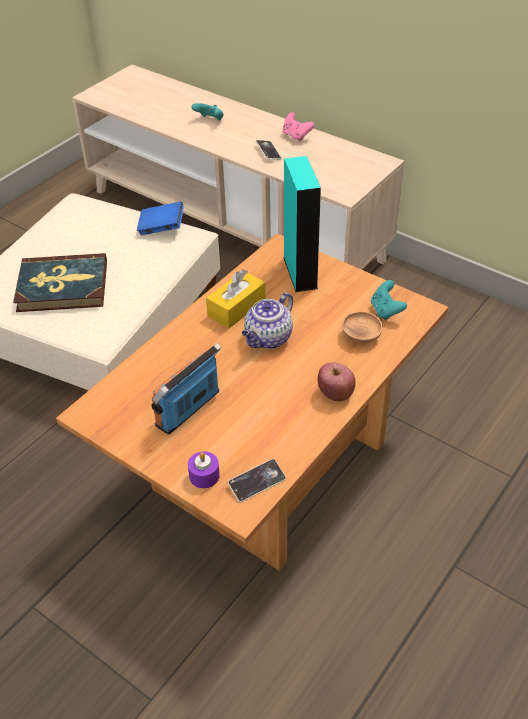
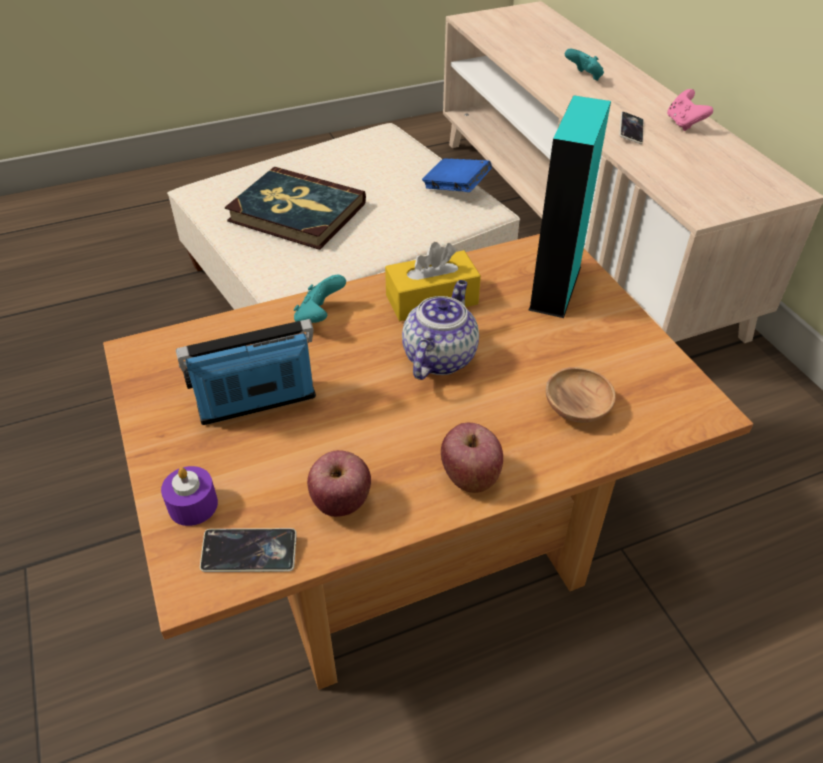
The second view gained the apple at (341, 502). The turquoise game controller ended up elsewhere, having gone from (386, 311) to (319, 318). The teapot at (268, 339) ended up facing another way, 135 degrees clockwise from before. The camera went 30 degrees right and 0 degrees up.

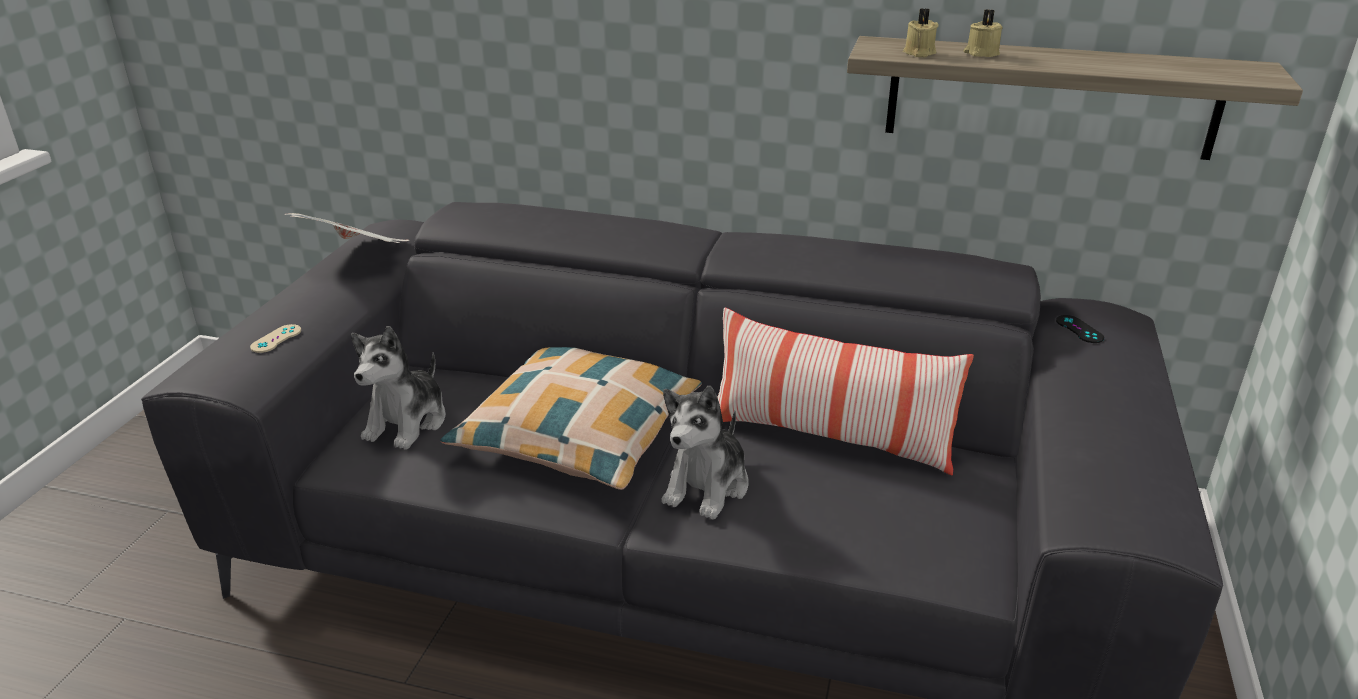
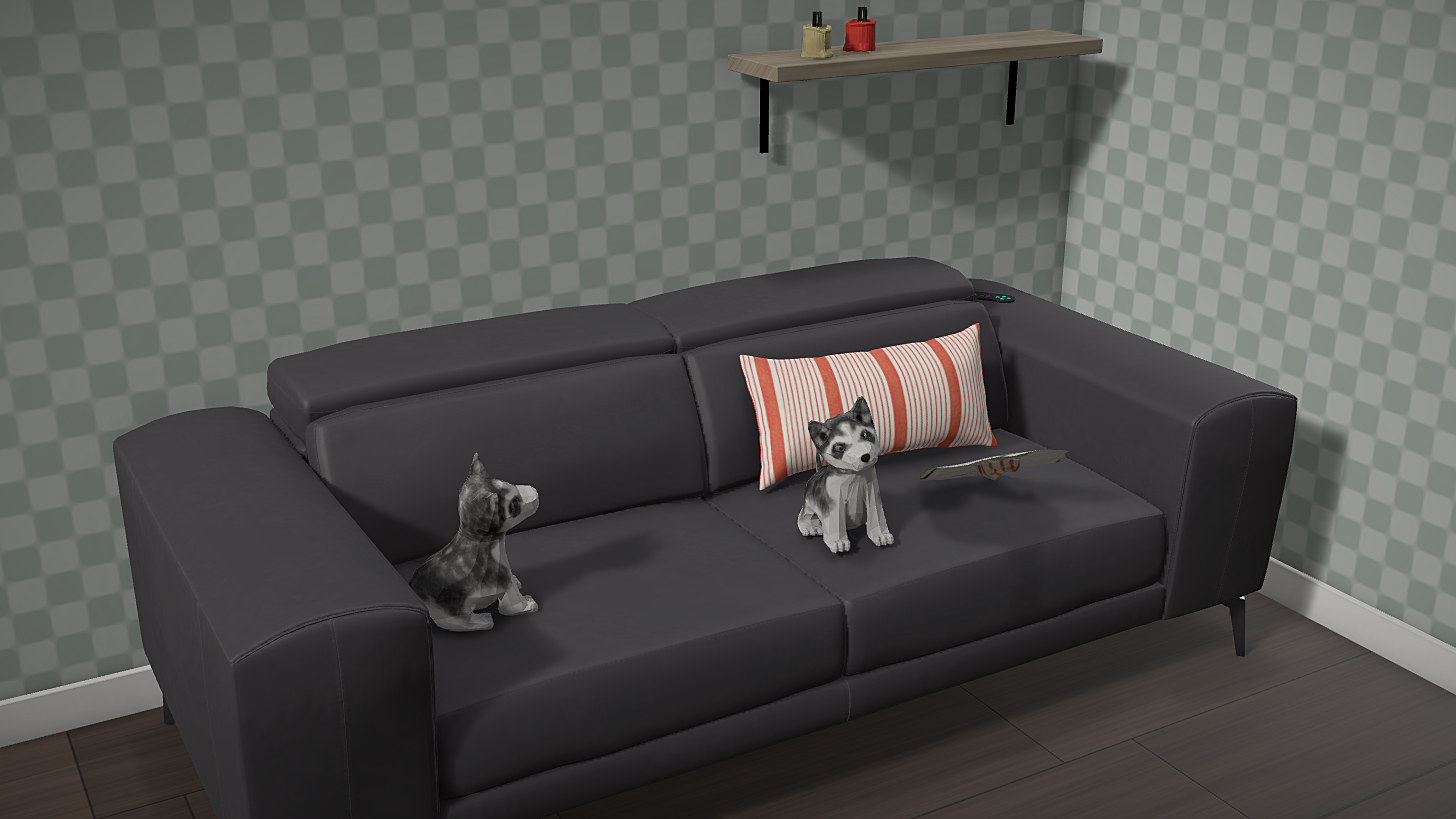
The second view lost the beige game controller at (276, 339). The second view lost the pillow at (578, 433). The newspaper ended up elsewhere, having gone from (355, 256) to (988, 503). What was the beige candle at (981, 53) turned into the red candle at (859, 50). The plush toy at (407, 422) ended up facing another way, 90 degrees counterclockwise from before. The camera went 45 degrees left and 10 degrees down.

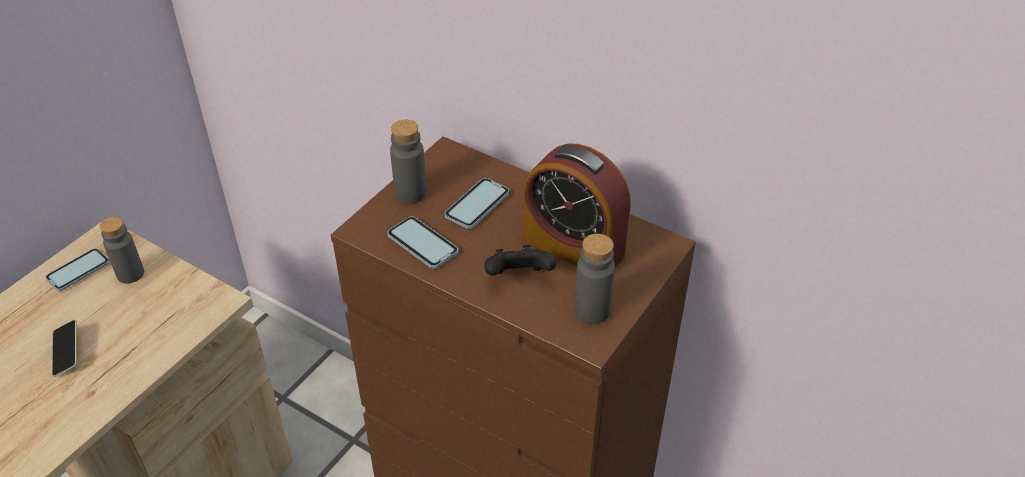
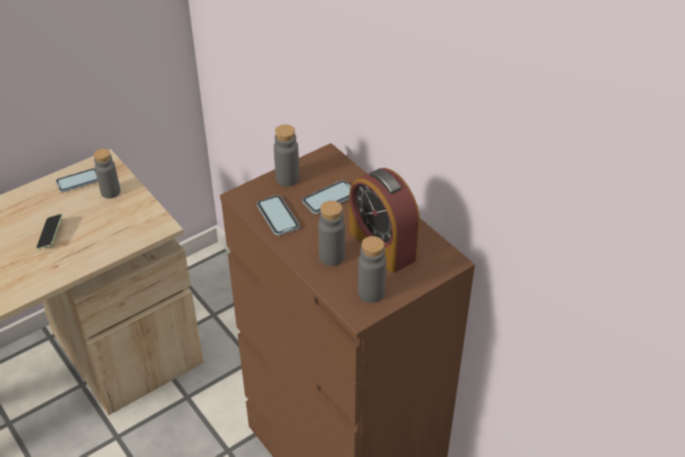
Where the black game controller stood at (518, 277), the grey bottle came to stand at (332, 256). The camera went 20 degrees right and 0 degrees up.

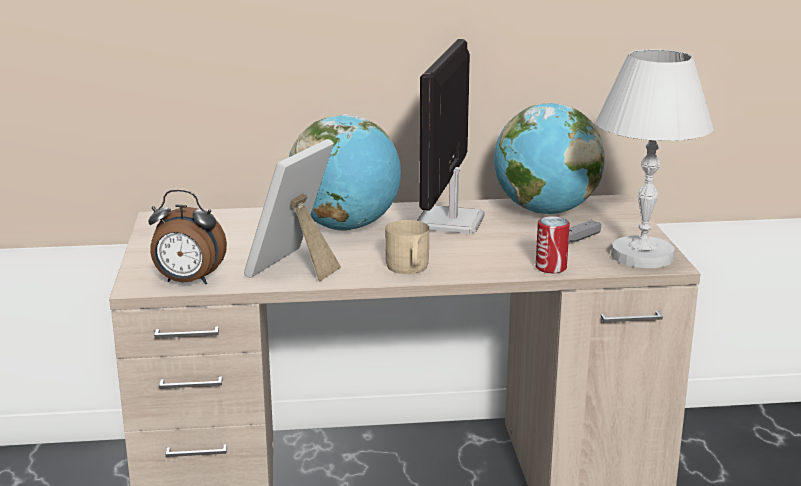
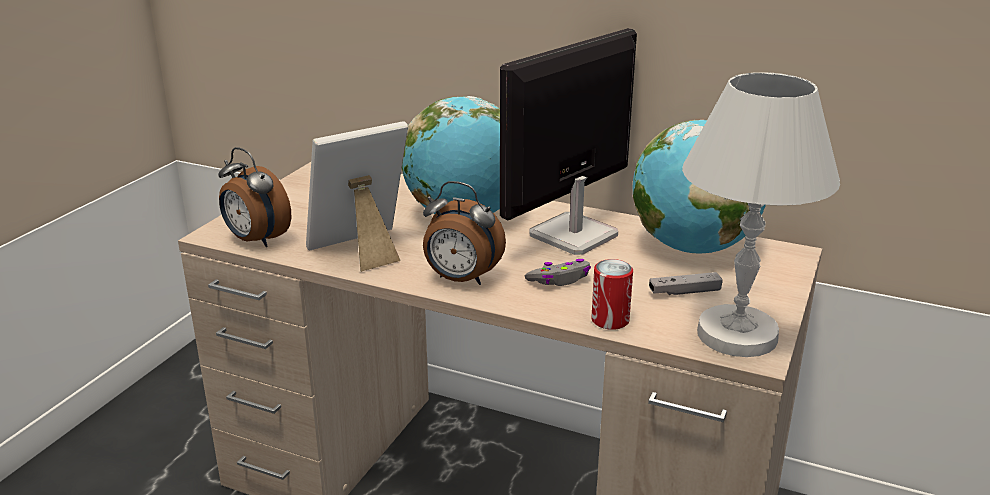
The second view gained the grey game controller at (560, 279). Where the beige mug stood at (408, 268), the alarm clock came to stand at (461, 279). The camera went 30 degrees right and 5 degrees up.

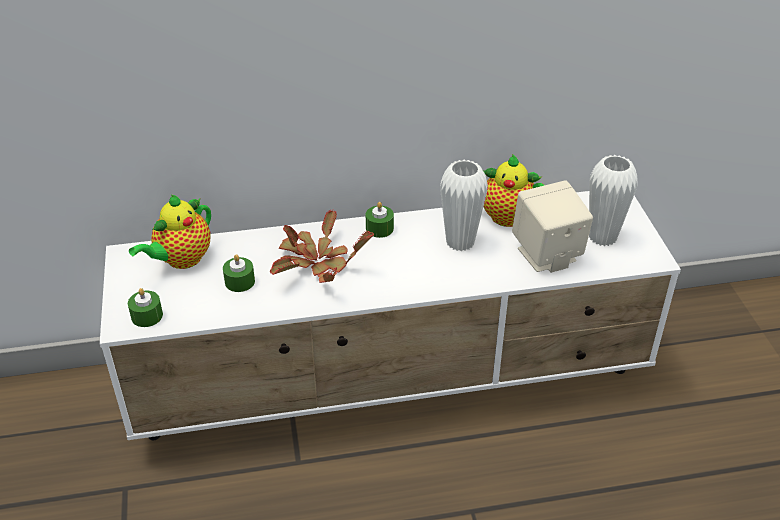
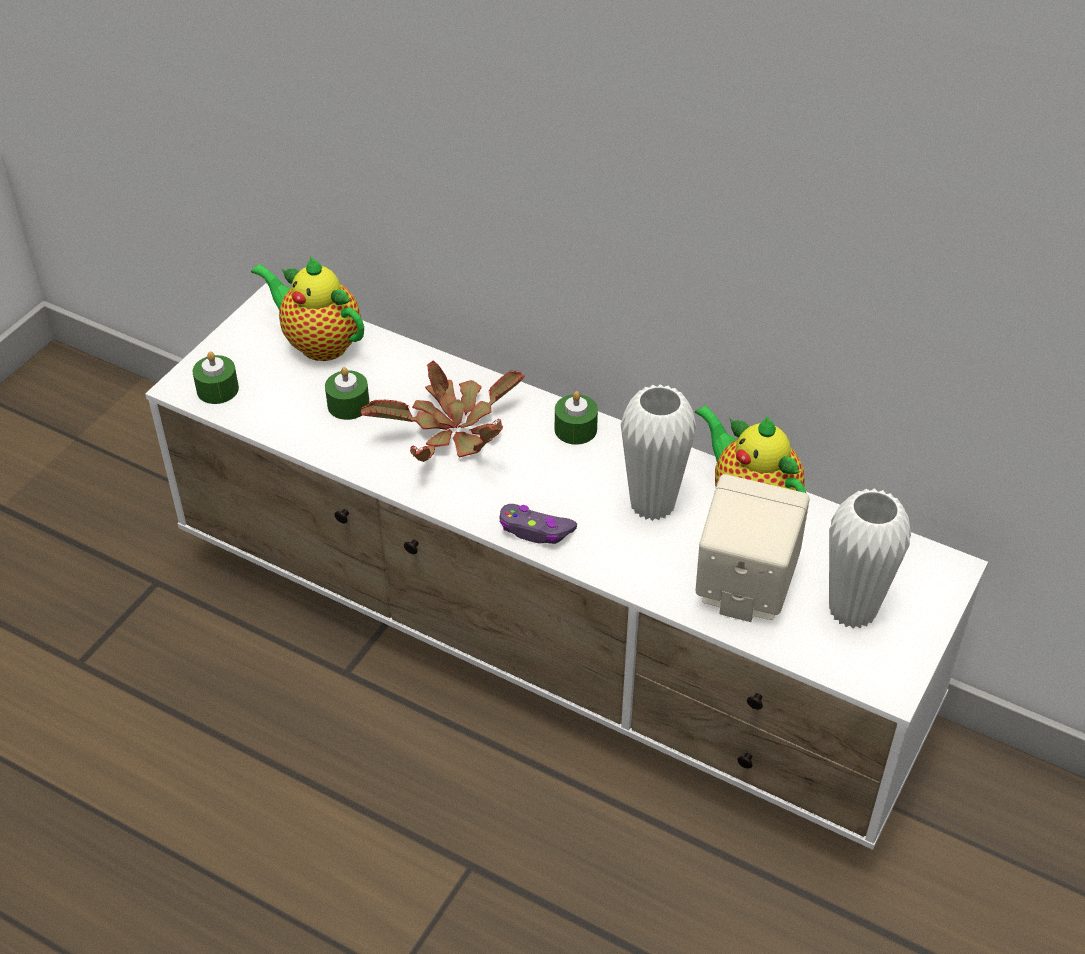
The second view gained the purple game controller at (535, 530). The teapot at (181, 260) ended up facing another way, 45 degrees clockwise from before. The camera went 40 degrees right and 5 degrees up.

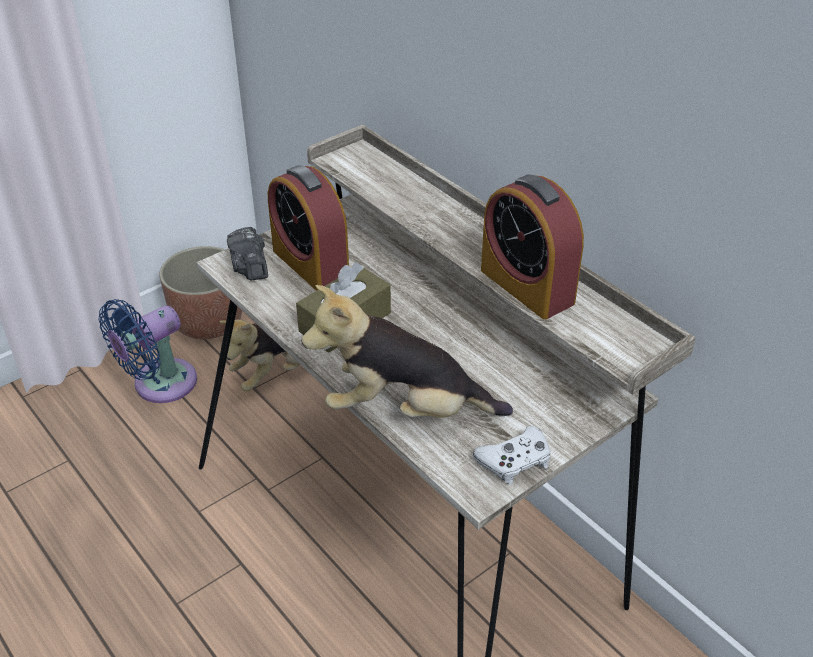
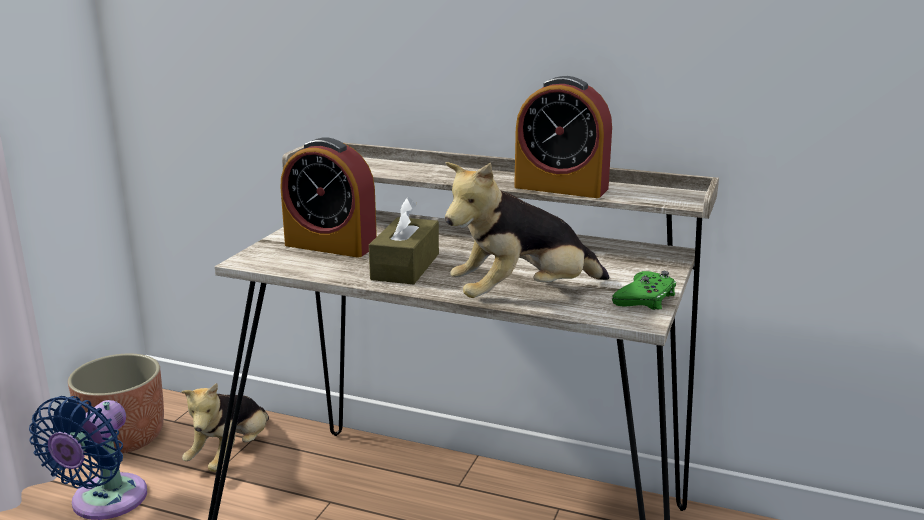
The second view lost the photo camera at (250, 267). What was the white game controller at (515, 461) turned into the green game controller at (645, 299). The camera went 30 degrees left and 20 degrees down.

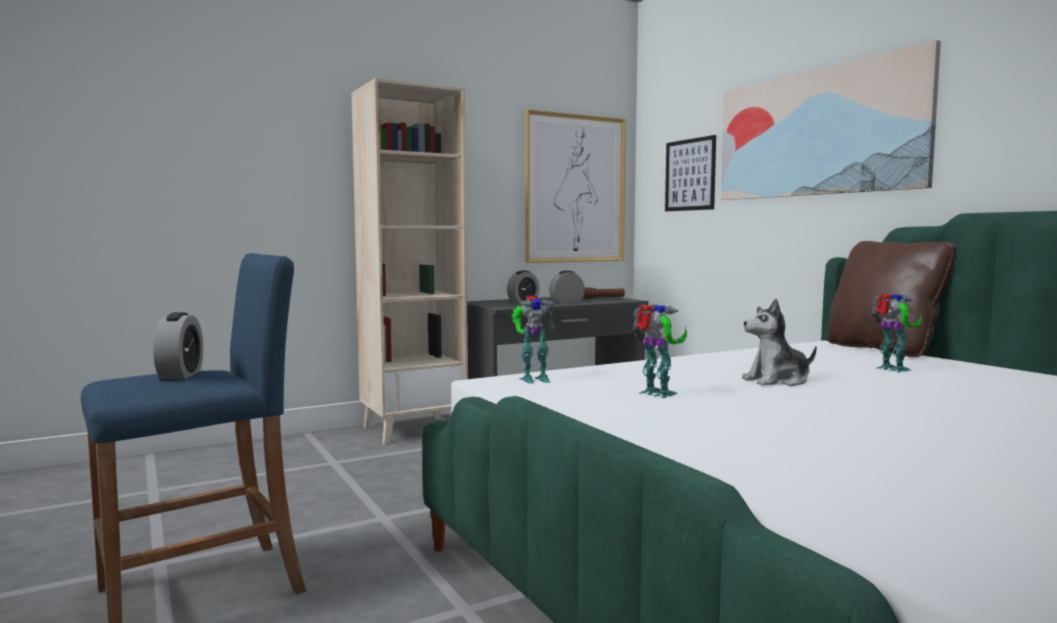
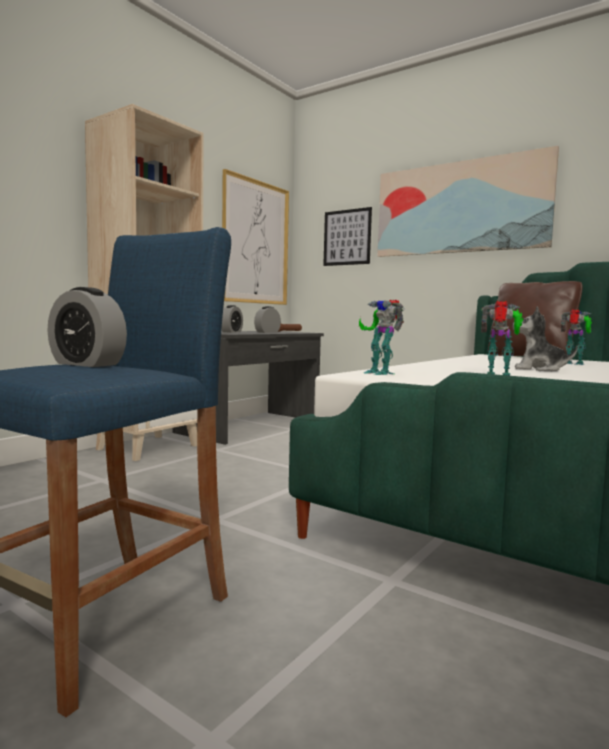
The alarm clock at (180, 374) ended up facing another way, 150 degrees clockwise from before. The toy robot at (533, 379) ended up facing another way, 90 degrees clockwise from before. The plush toy at (777, 381) ended up facing another way, 60 degrees clockwise from before. The camera went 25 degrees left and 0 degrees up.

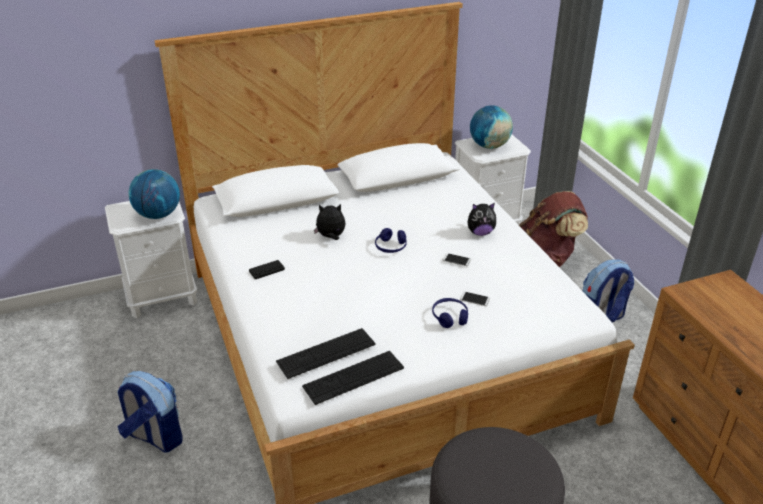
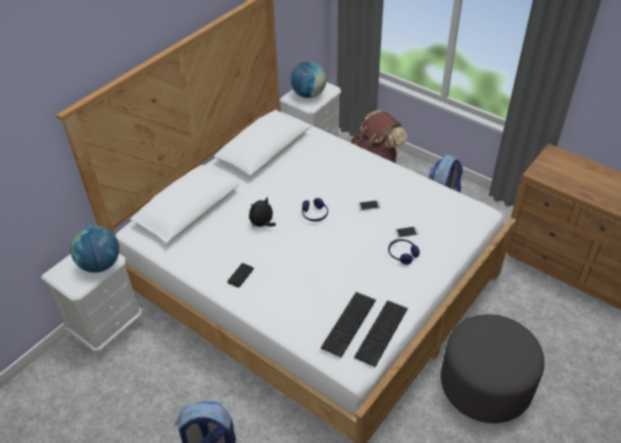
The second view lost the plush toy at (480, 233). The camera went 30 degrees left and 10 degrees up.

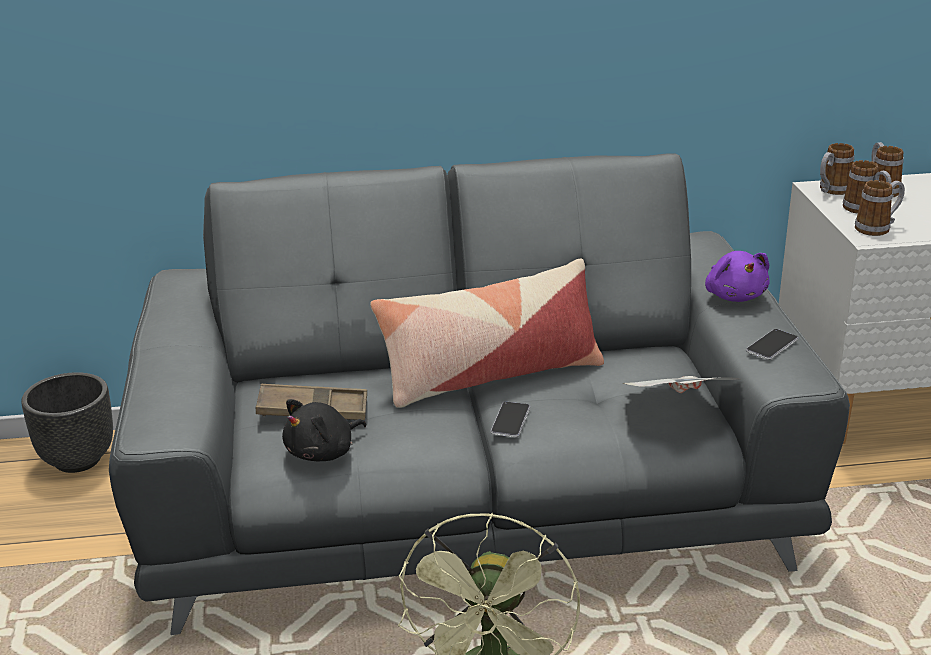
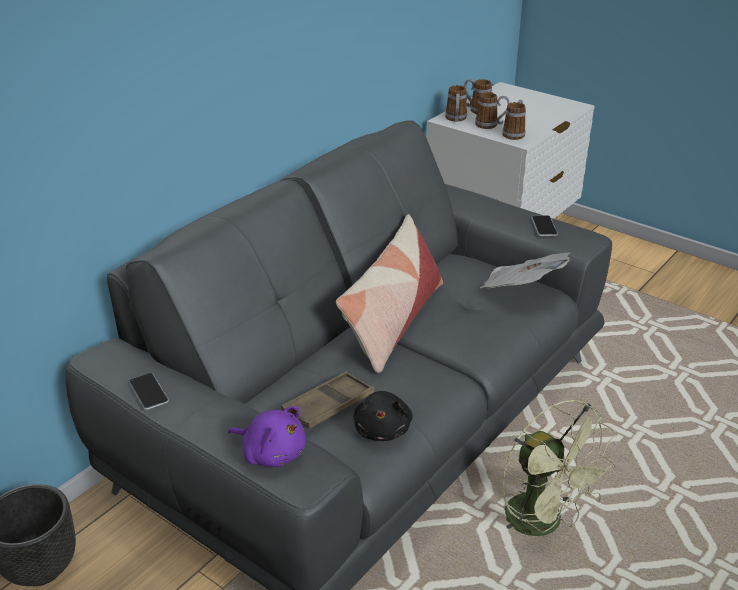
The phone ended up elsewhere, having gone from (510, 420) to (148, 392). The purple plush toy ended up elsewhere, having gone from (734, 295) to (271, 453). The camera went 45 degrees left and 5 degrees up.

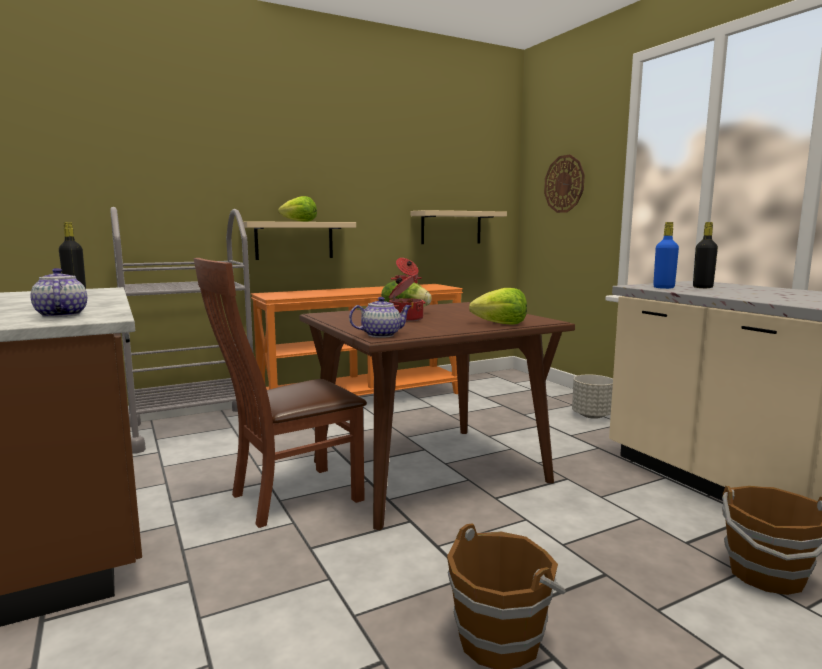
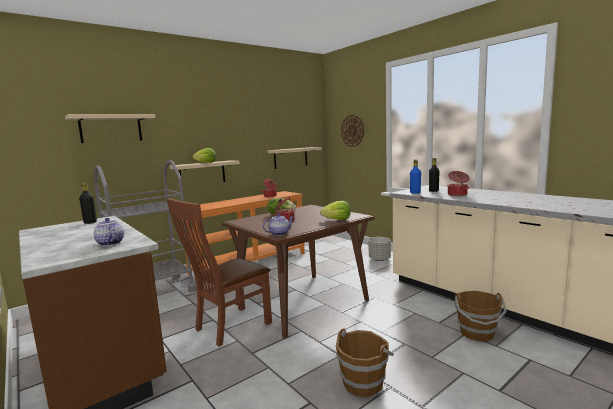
The second view gained the beige shelf at (111, 128). The second view gained the cooking pot at (457, 194). The camera went 10 degrees left and 0 degrees up.

